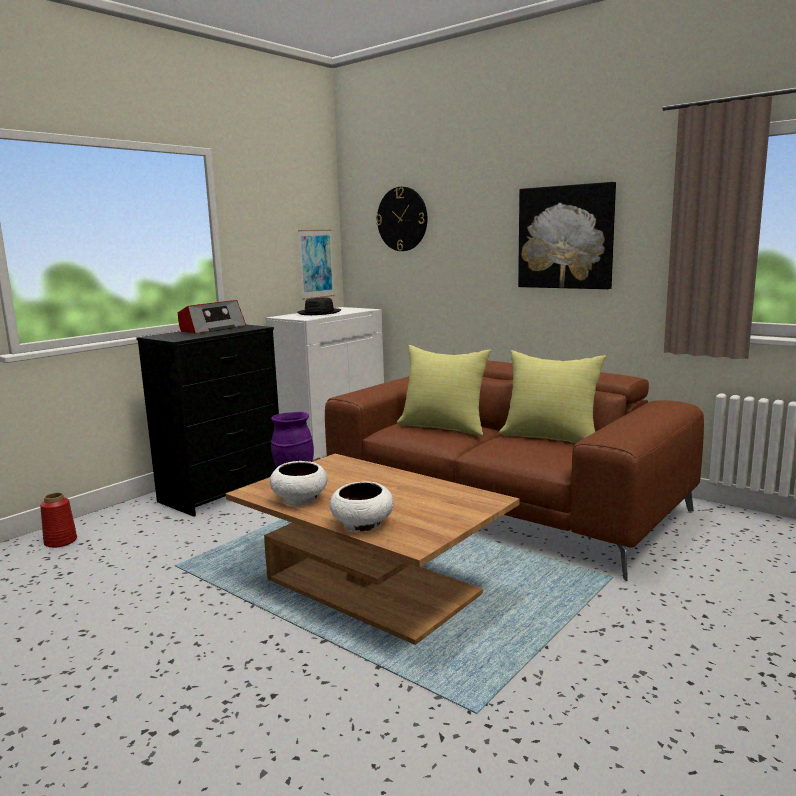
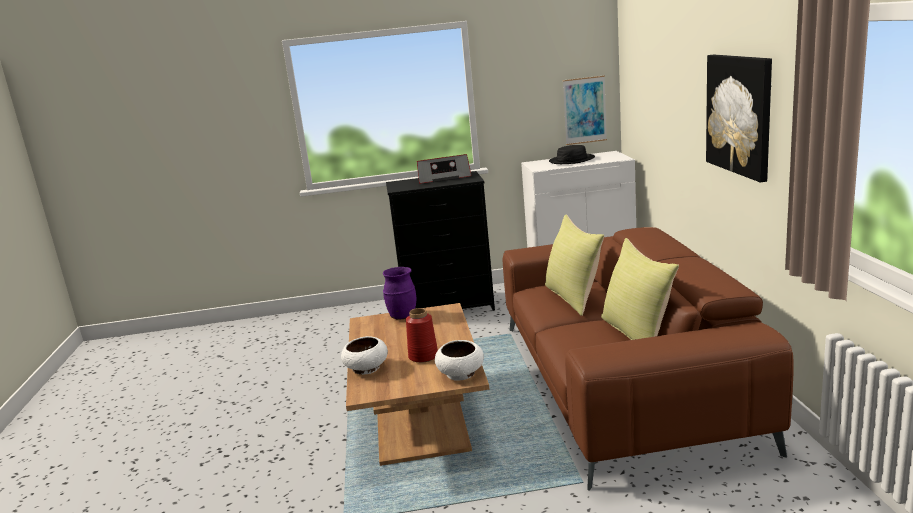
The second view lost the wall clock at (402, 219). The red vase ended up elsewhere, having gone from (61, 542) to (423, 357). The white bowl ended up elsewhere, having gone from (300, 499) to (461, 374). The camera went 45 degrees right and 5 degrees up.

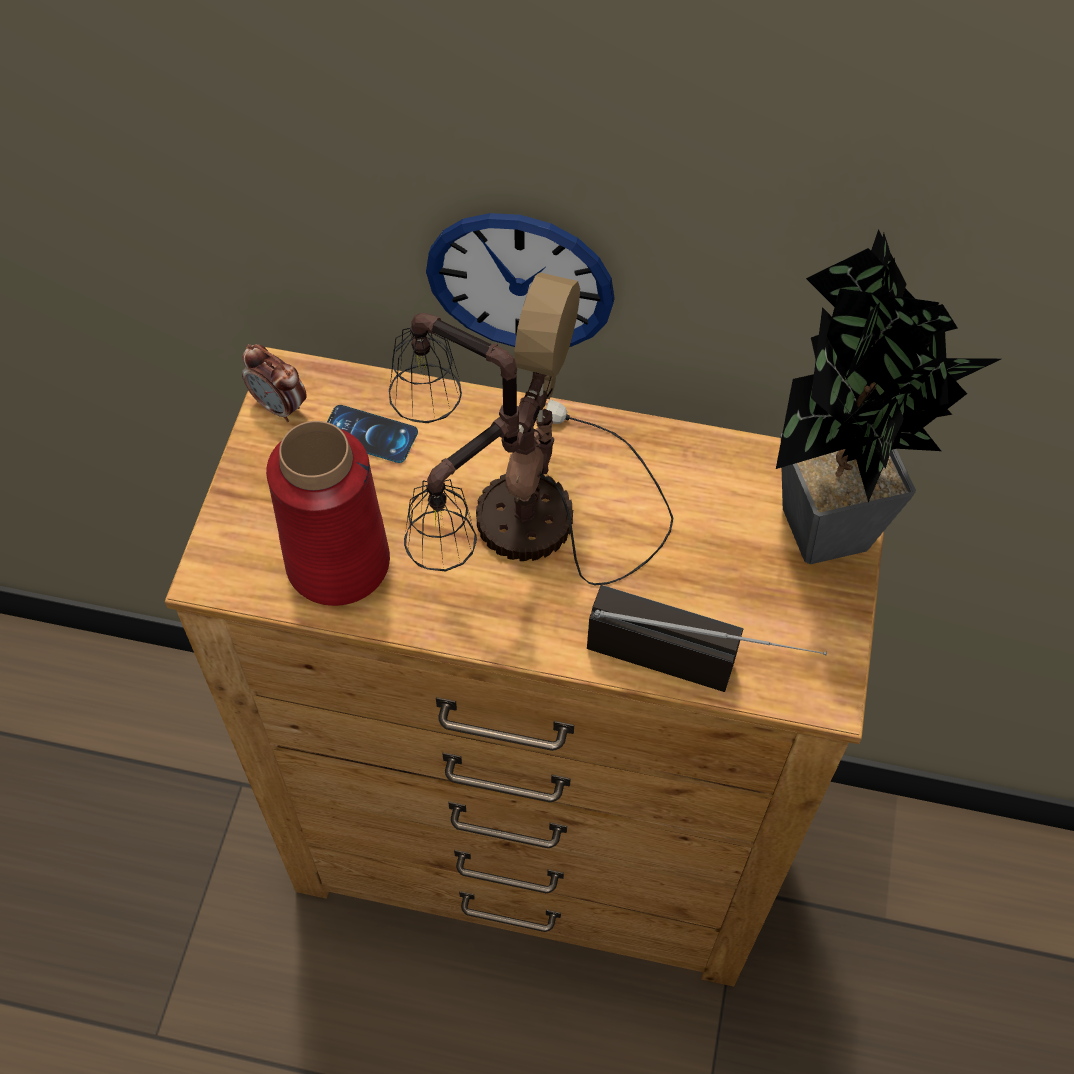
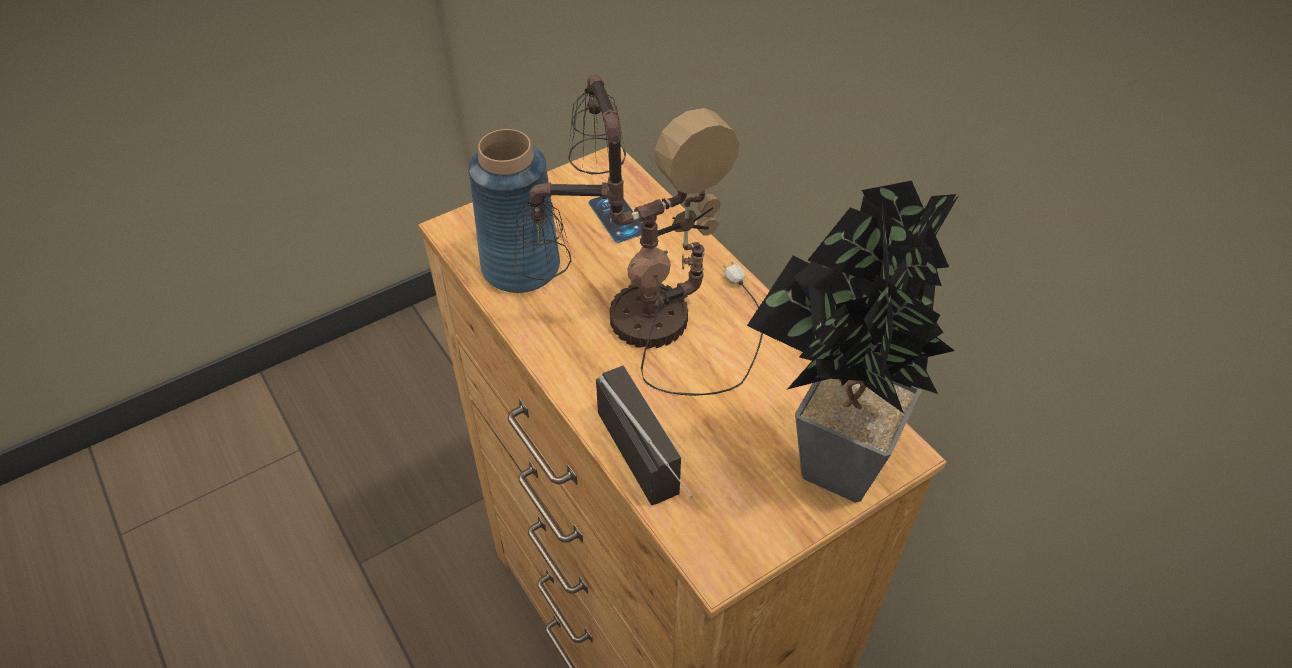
The second view lost the alarm clock at (279, 406). The second view lost the wall clock at (520, 282). What was the red vase at (337, 562) turned into the blue vase at (520, 266). The camera went 45 degrees right and 10 degrees down.

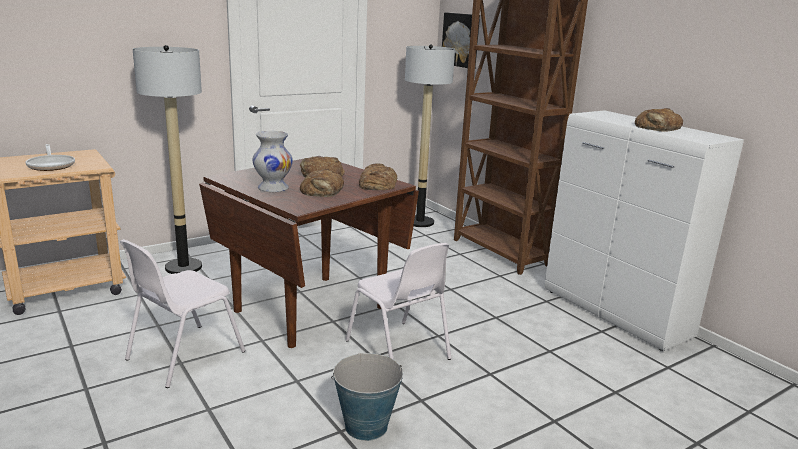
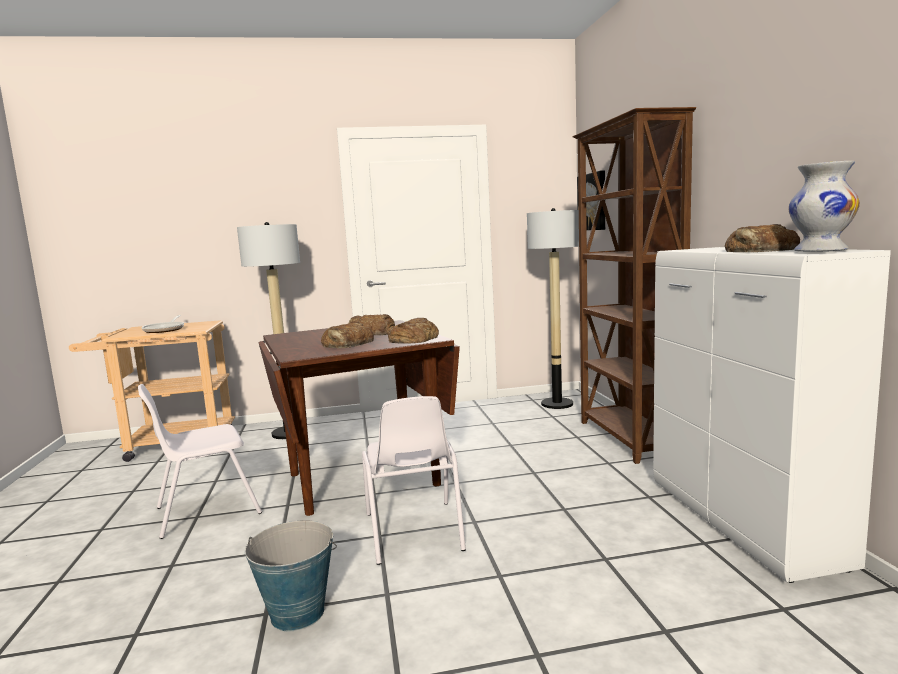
The white vase ended up elsewhere, having gone from (273, 188) to (820, 251). The camera went 25 degrees right and 10 degrees down.

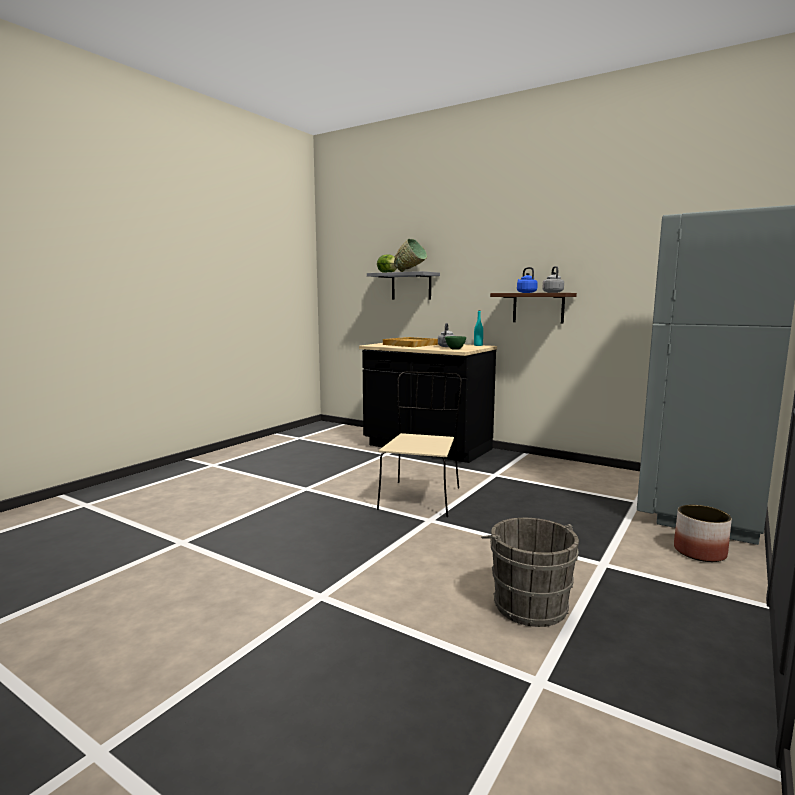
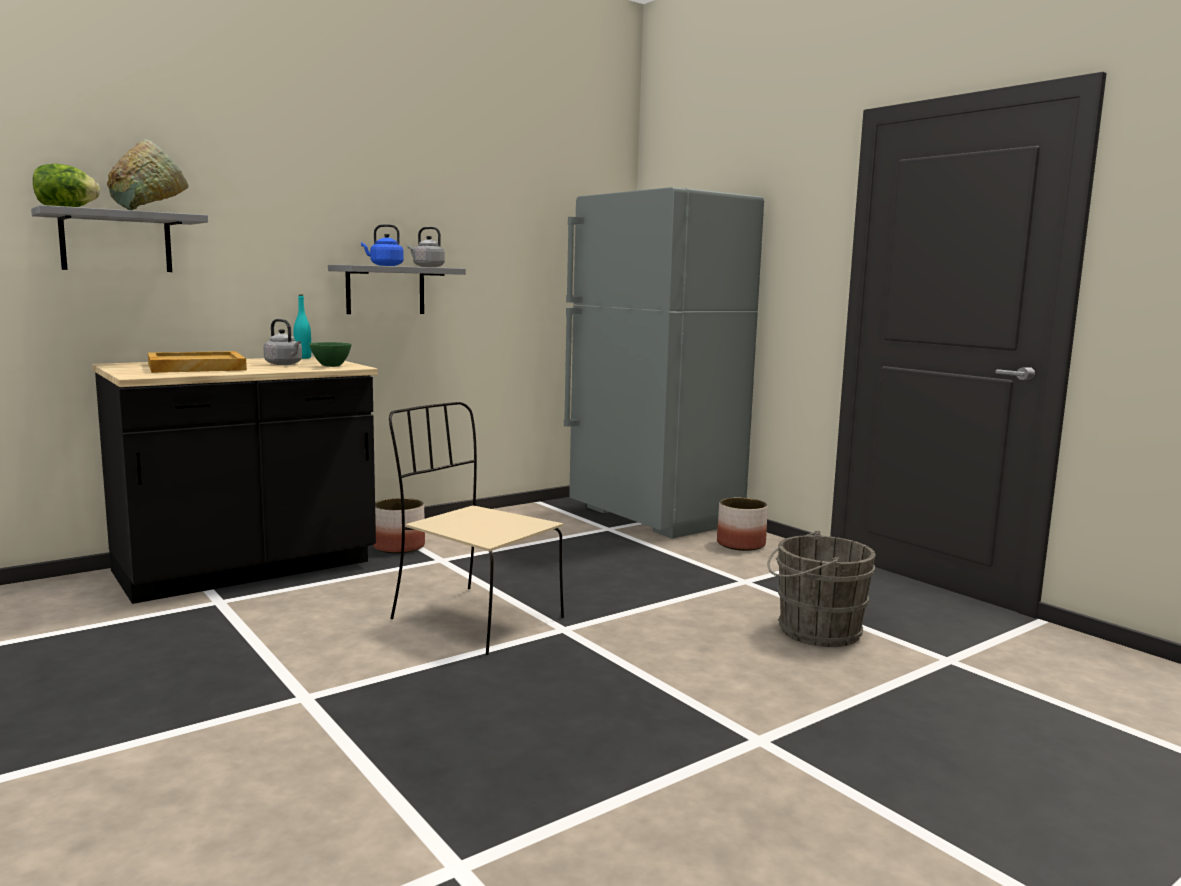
The second view gained the planter at (399, 547). What was the brown shelf at (538, 308) turned into the grey shelf at (385, 290). The camera went 70 degrees left and 0 degrees up.

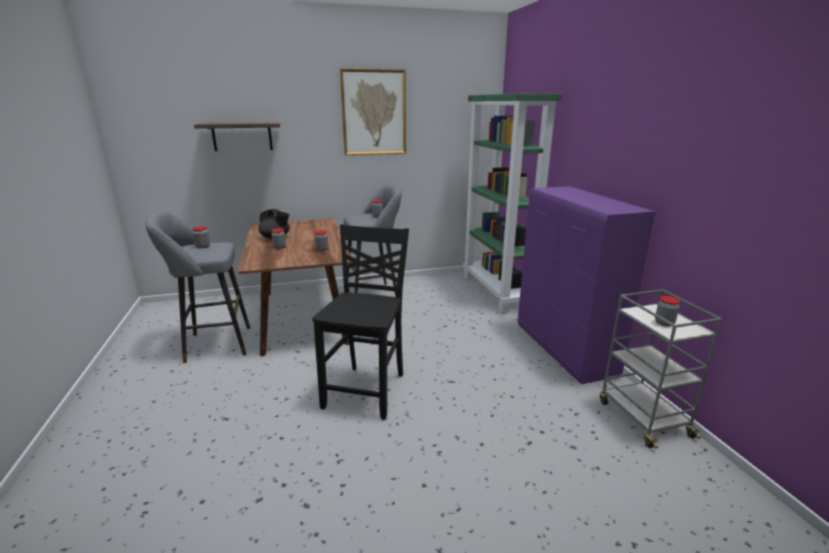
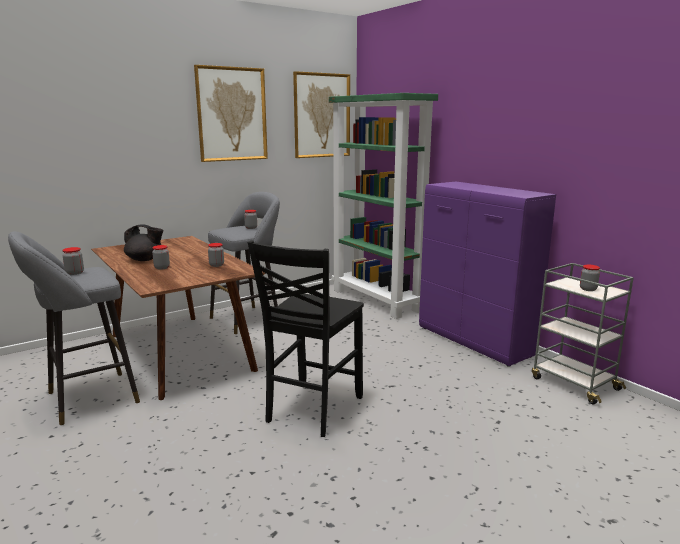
The second view lost the shelf at (242, 136). The second view gained the picture at (321, 115). The black chair at (367, 390) ended up facing another way, 150 degrees counterclockwise from before. The camera went 20 degrees left and 5 degrees down.

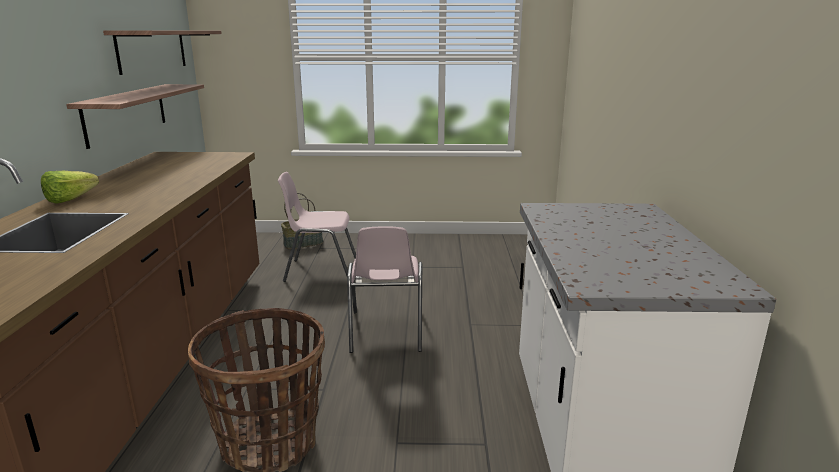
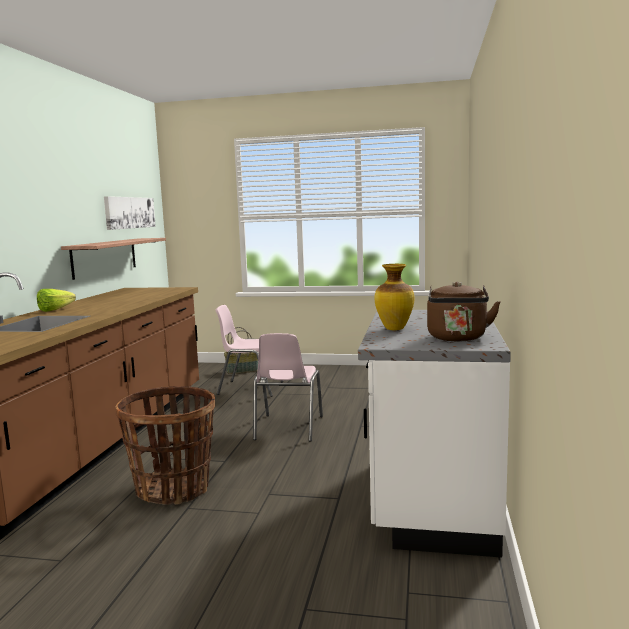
The second view gained the vase at (394, 329). The second view gained the brown kettle at (457, 338). Where the shelf hung at (152, 50), the picture came to hang at (129, 212). The camera went 10 degrees right and 10 degrees down.

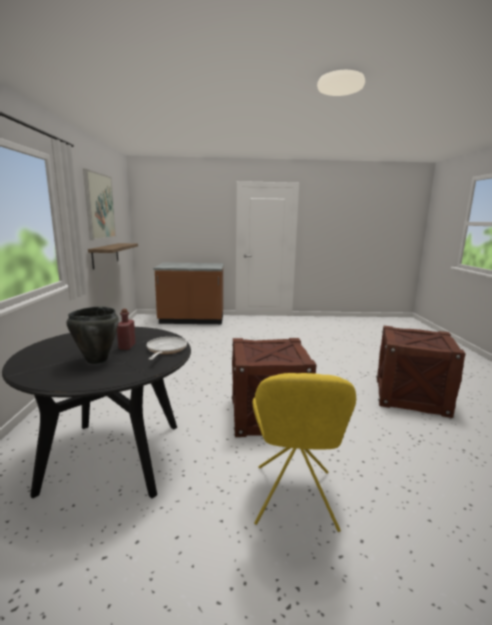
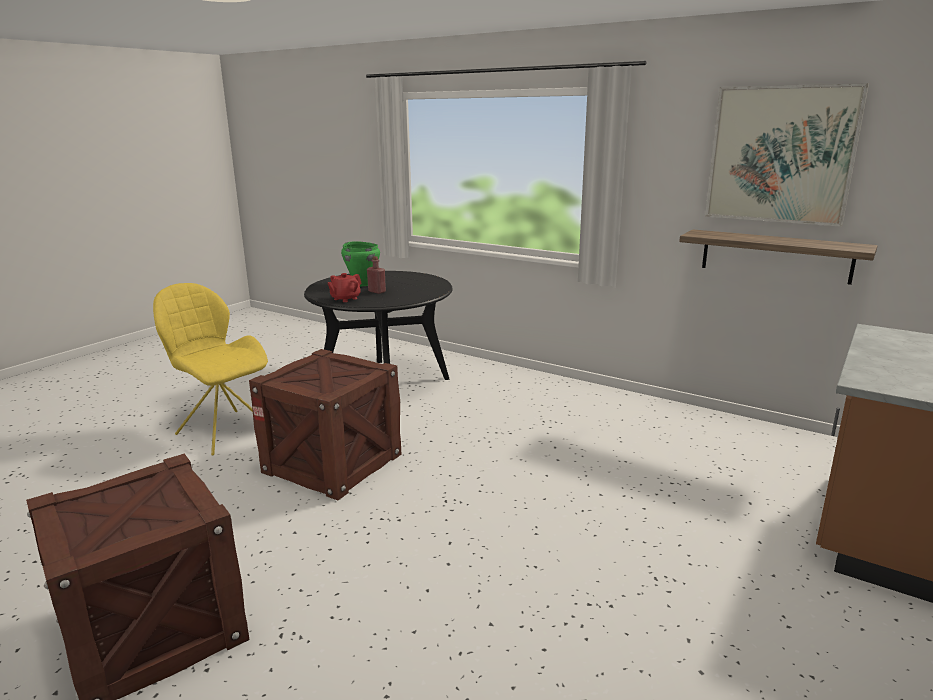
Where the frying pan stood at (165, 350), the red teapot came to stand at (345, 299). What was the black cooking pot at (96, 360) turned into the green cooking pot at (362, 284). The camera went 125 degrees right and 5 degrees up.

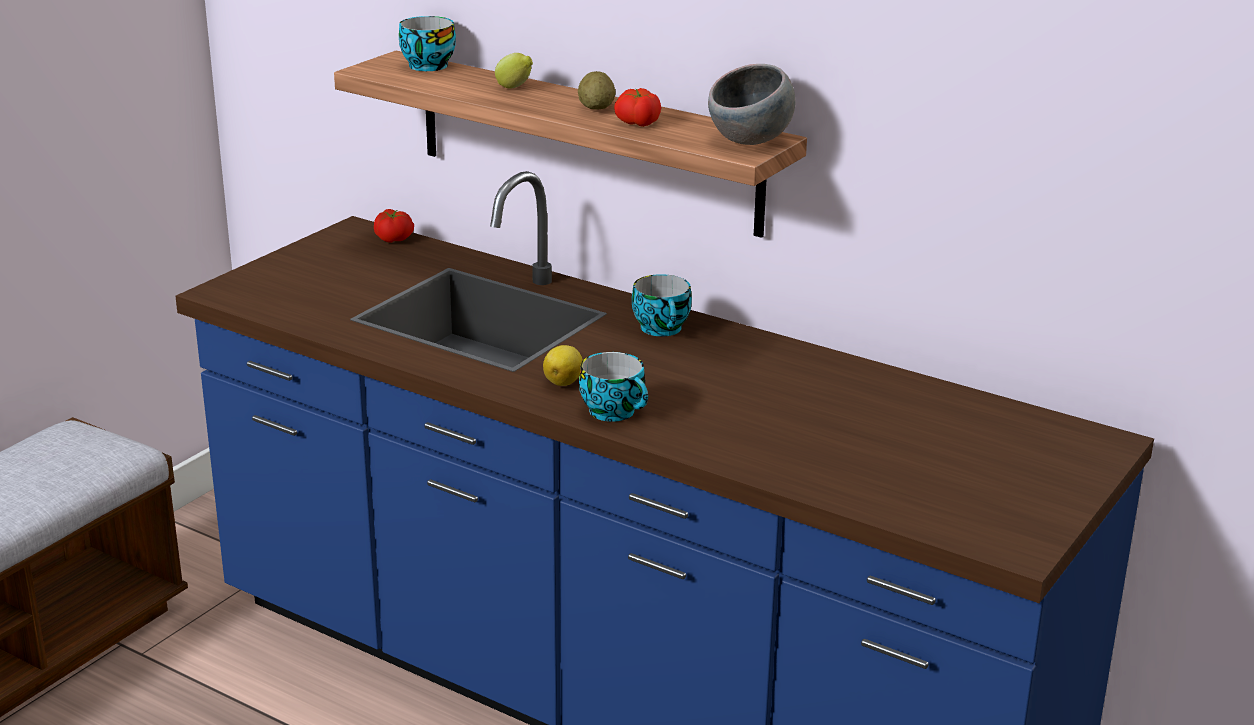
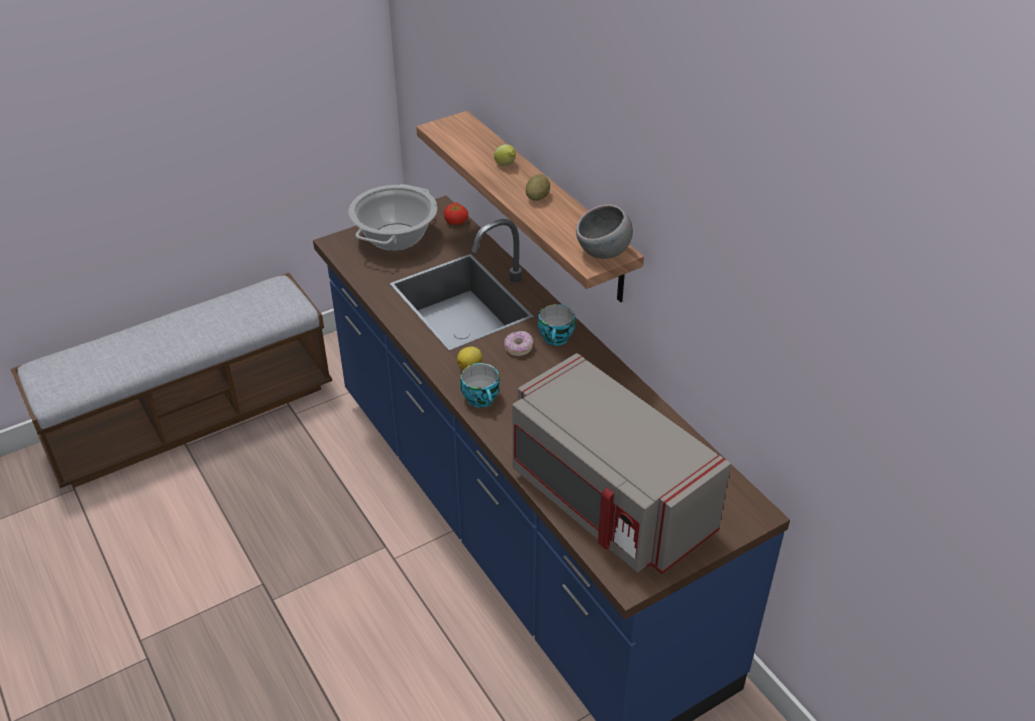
The second view lost the cup at (426, 65). The second view lost the tomato at (637, 123). The second view gained the cooking pot at (396, 238). The second view gained the donut at (518, 348). The second view gained the grey microwave at (607, 501). The camera went 25 degrees right and 15 degrees up.

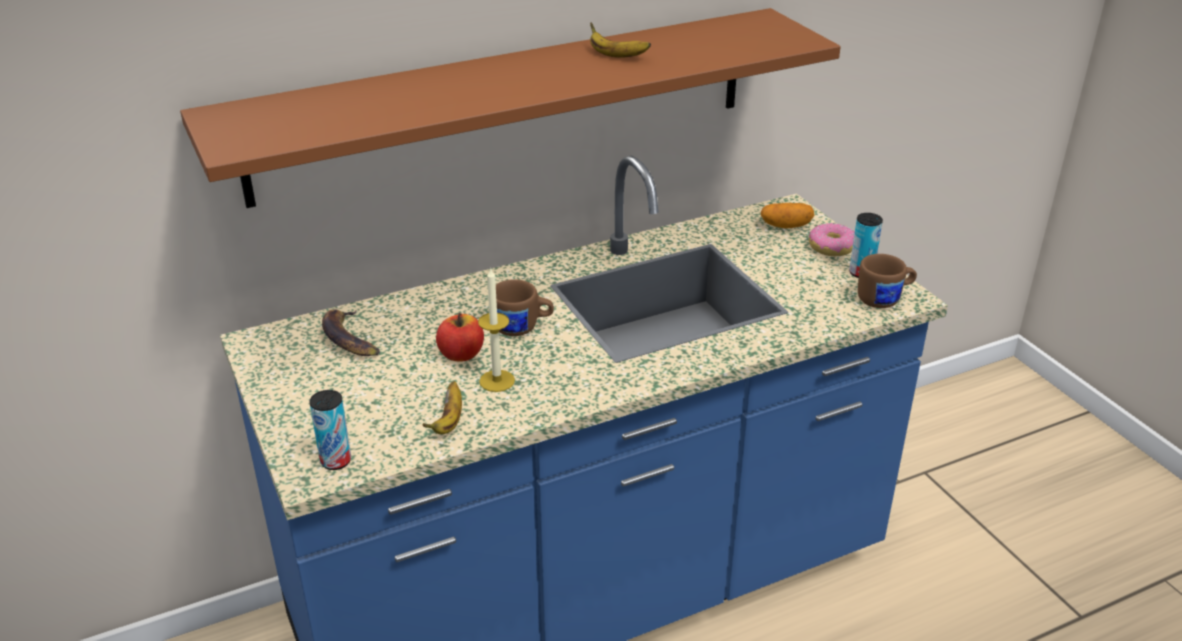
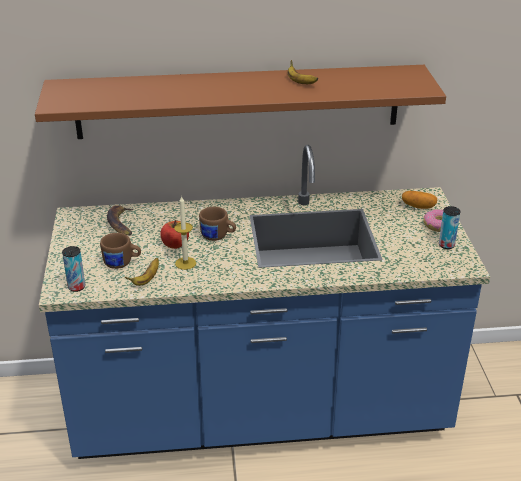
The brown mug ended up elsewhere, having gone from (885, 299) to (122, 263). The camera went 20 degrees right and 0 degrees up.

